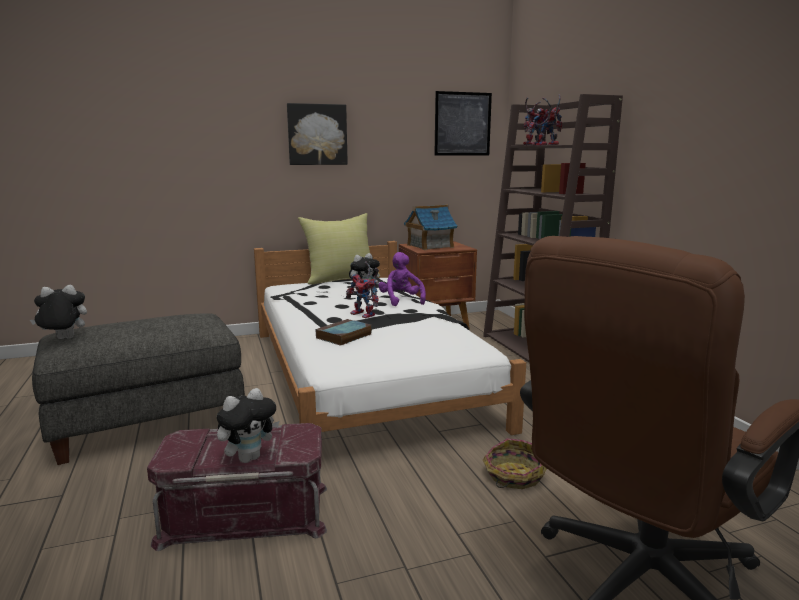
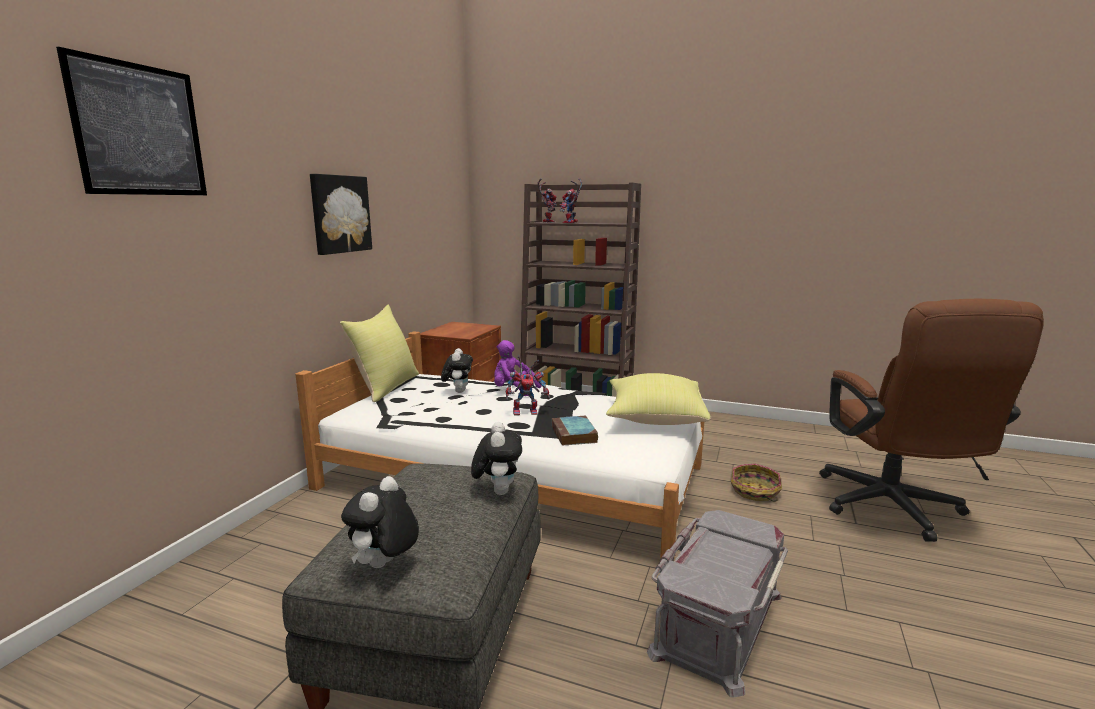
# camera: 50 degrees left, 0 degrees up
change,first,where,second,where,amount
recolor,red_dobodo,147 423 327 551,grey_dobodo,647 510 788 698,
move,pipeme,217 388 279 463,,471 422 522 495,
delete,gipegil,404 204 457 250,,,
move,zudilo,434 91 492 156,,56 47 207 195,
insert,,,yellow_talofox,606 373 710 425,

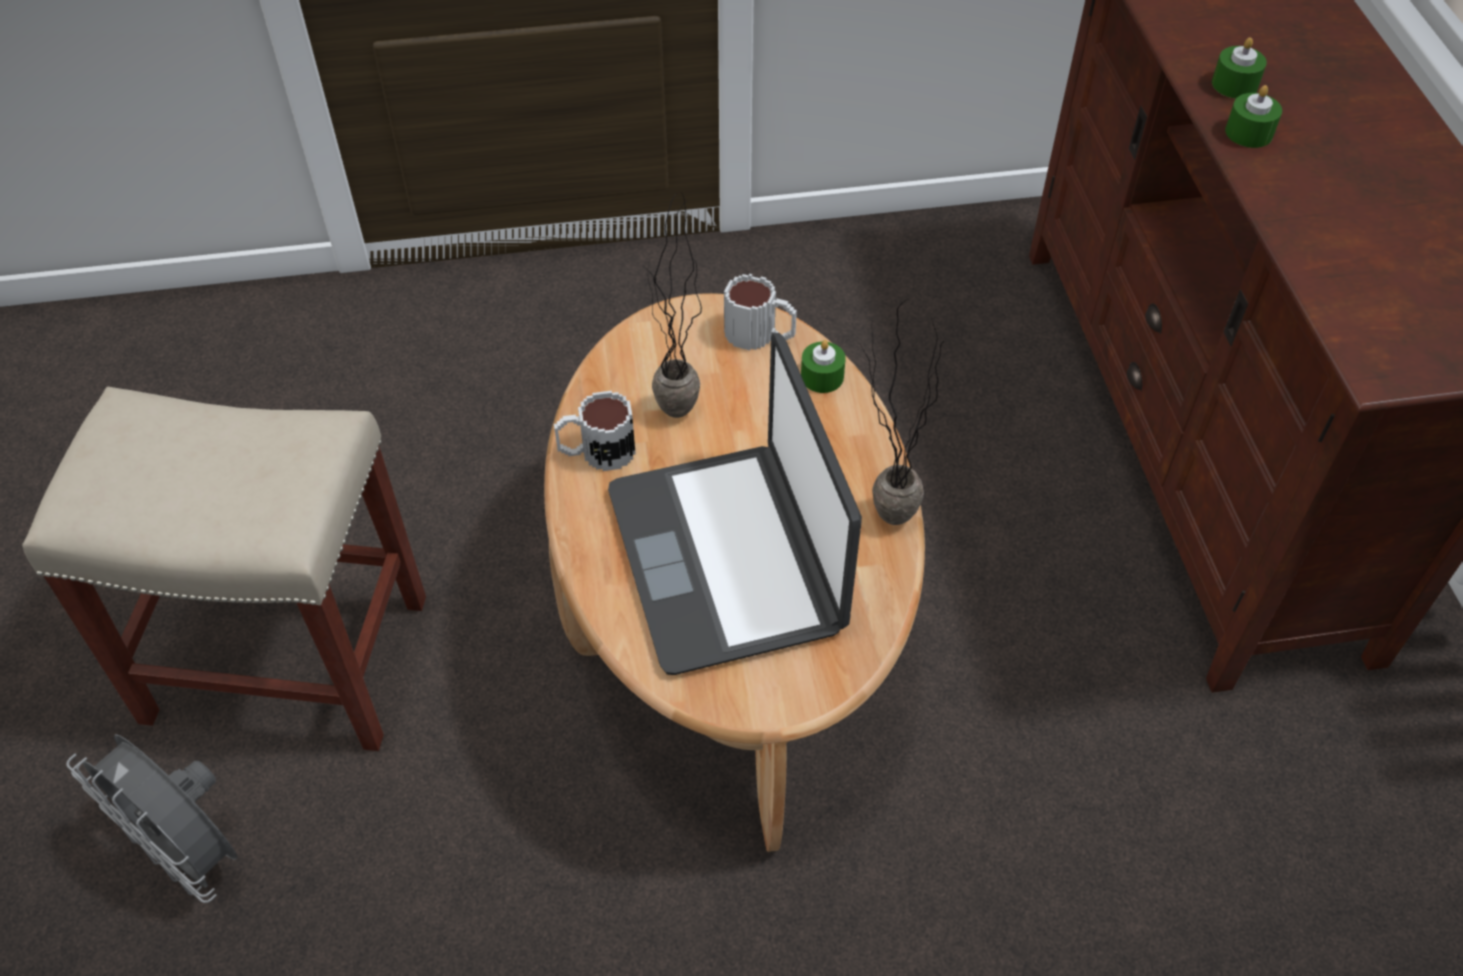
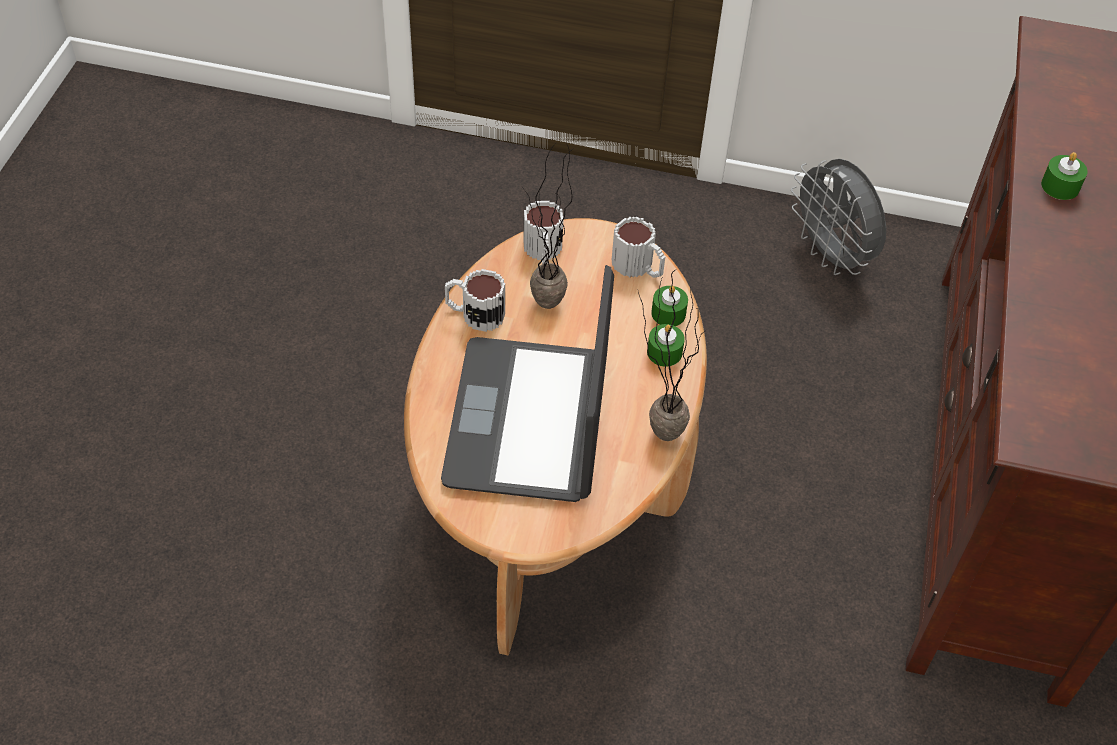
# camera: 20 degrees right, 0 degrees up
change,first,where,second,where,amount
delete,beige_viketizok,22 387 426 751,,,
move,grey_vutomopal,66 734 238 903,,791 159 886 275,
move,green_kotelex,1225 85 1282 148,,647 324 685 367,
insert,,,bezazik,523 201 563 264,

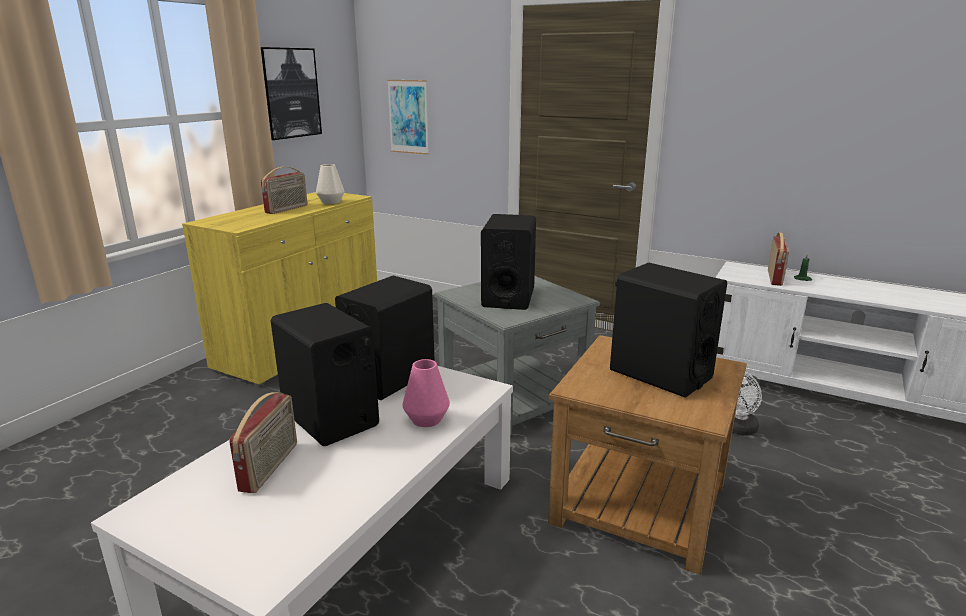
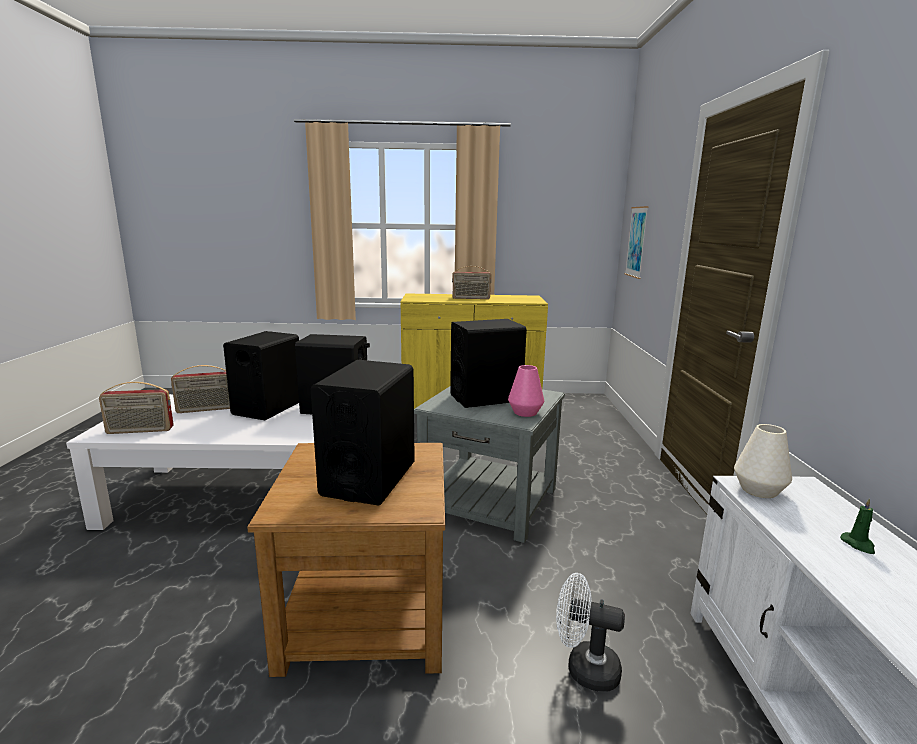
# camera: 60 degrees right, 5 degrees down
change,first,where,second,where,amount
delete,zudilo,261 47 322 140,,,
move,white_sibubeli,316 164 345 204,,734 424 792 498,
move,pink_sibubeli,403 359 450 427,,508 365 544 417,
move,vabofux,768 233 789 286,,99 382 174 434,

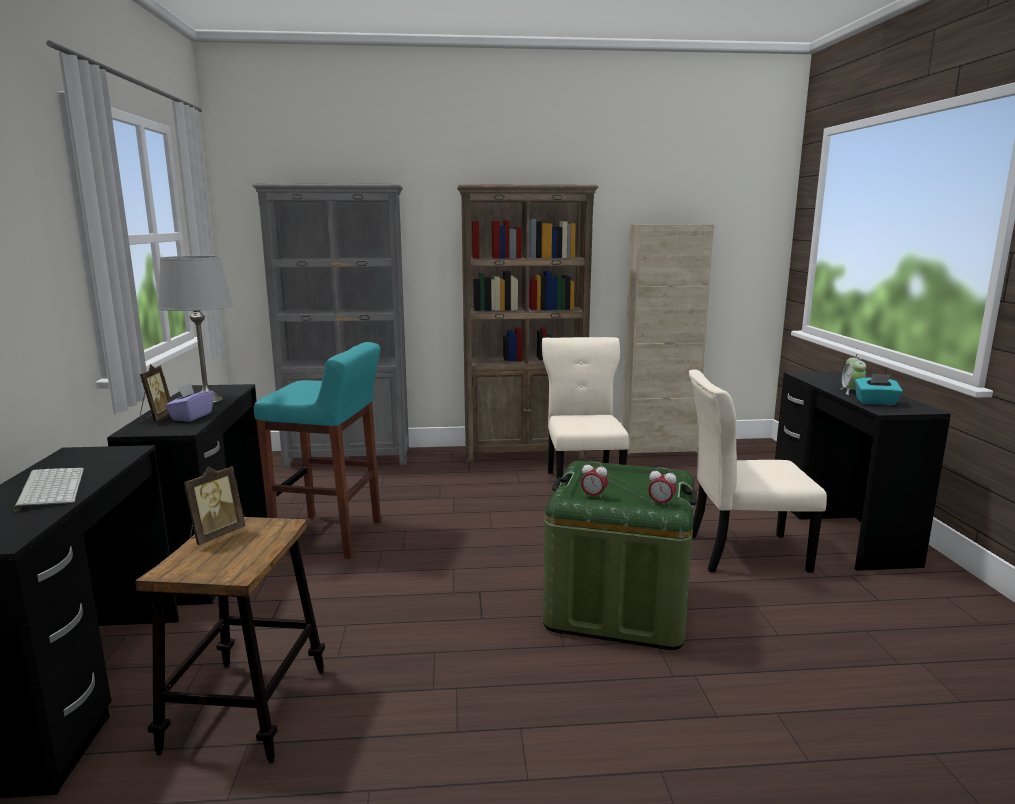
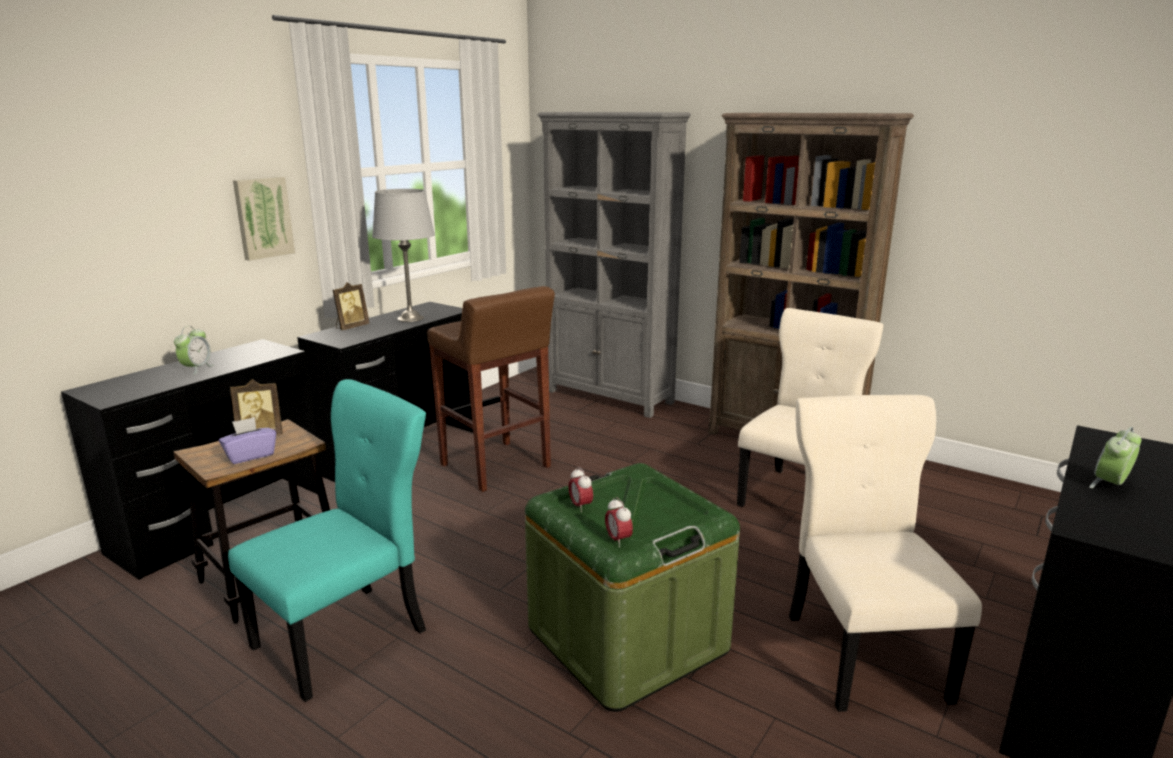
# camera: 40 degrees right, 5 degrees up
change,first,where,second,where,amount
replace,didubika,13 468 84 511,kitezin,174 326 214 375,
move,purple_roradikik,165 383 214 422,,219 417 276 464,
recolor,turquoise_viketizok,254 342 381 559,brown_viketizok,427 286 555 492,
delete,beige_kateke,621 224 714 454,,,
rotate,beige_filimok,688 369 827 573,,789 395 982 712,45 degrees clockwise
delete,turquoise_roradikik,854 373 903 405,,,
insert,,,turquoise_filimok,228 379 426 702,
insert,,,zudilo,233 177 295 261,

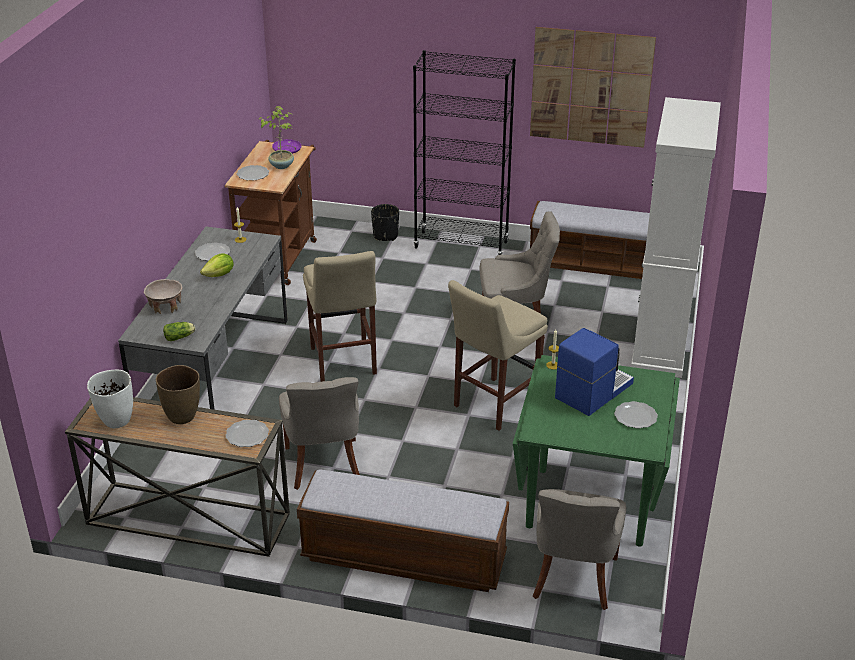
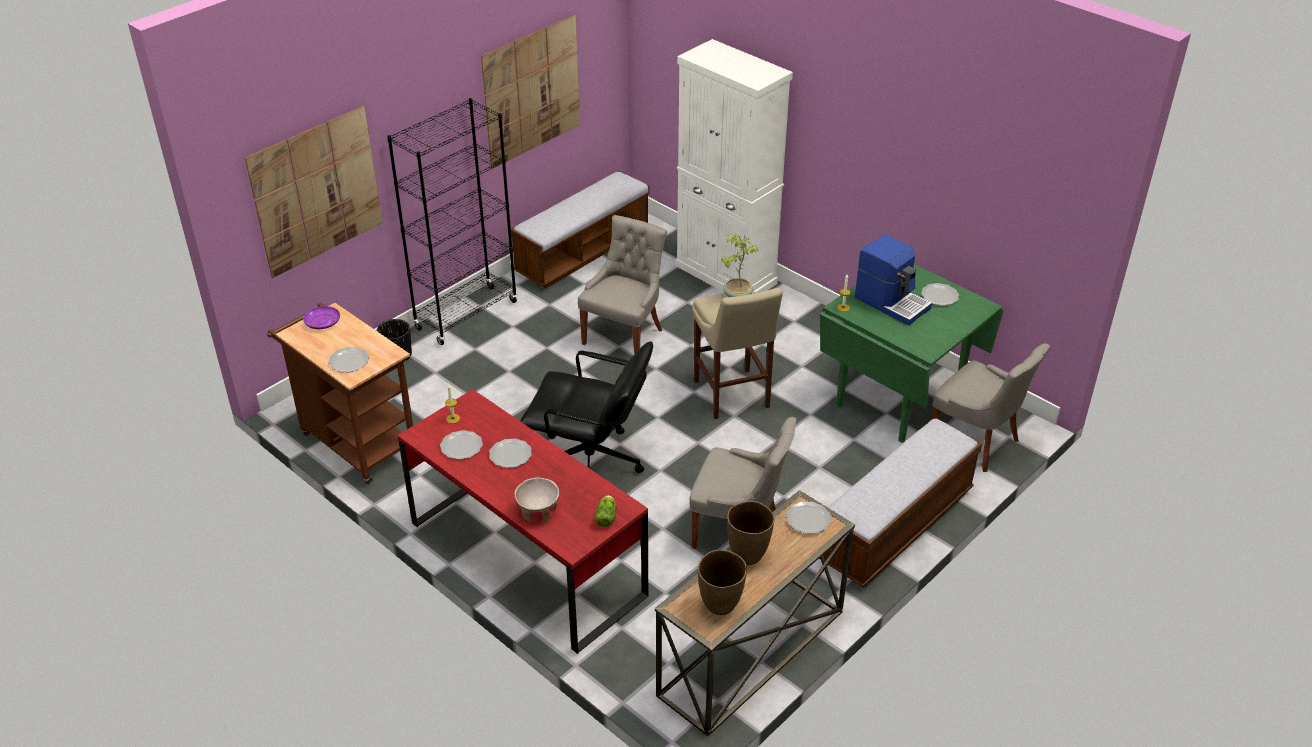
# camera: 60 degrees left, 5 degrees up
change,first,where,second,where,amount
recolor,white_sibubeli,87 370 133 428,brown_sibubeli,698 550 747 615,
recolor,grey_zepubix,118 227 288 410,red_zepubix,398 389 648 654,
replace,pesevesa,200 253 234 277,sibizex,489 438 532 468,
move,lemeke,258 106 294 169,,722 234 759 297,
replace,beige_viketizok,303 251 377 382,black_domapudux,520 341 653 473,
rotate,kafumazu,555 328 634 416,,855 234 932 326,150 degrees clockwise
insert,,,zudilo,245 106 383 278,

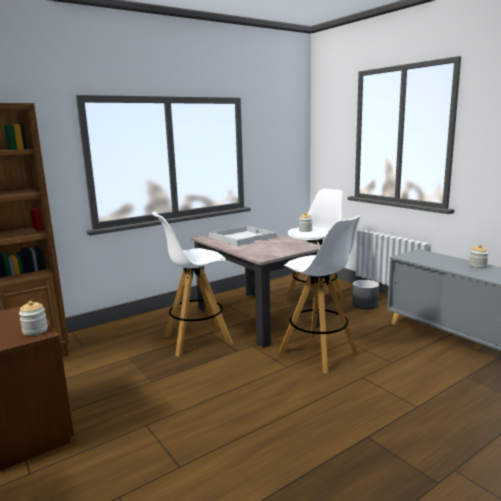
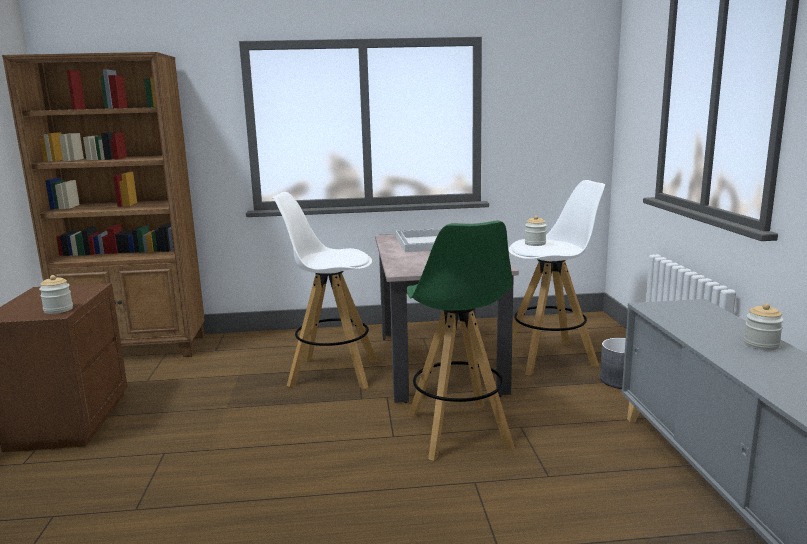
# camera: 30 degrees right, 0 degrees up
change,first,where,second,where,amount
recolor,white_viketizok,279 215 360 373,green_viketizok,407 220 514 461,

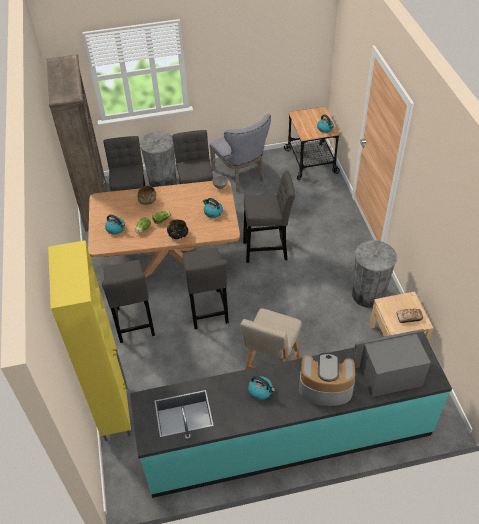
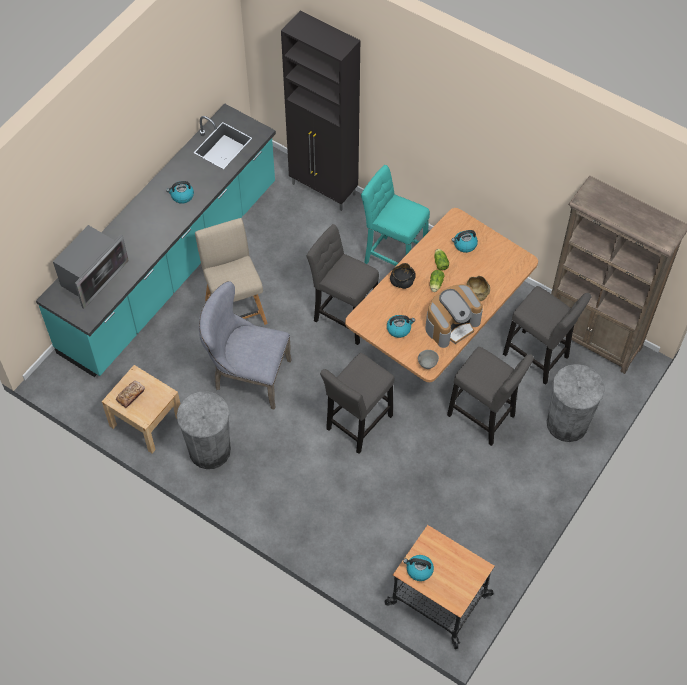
# camera: 135 degrees right, 10 degrees up
change,first,where,second,where,amount
recolor,yellow_kateke,48 240 131 441,black_kateke,281 11 360 211,
recolor,grey_viketizok,102 260 155 343,turquoise_viketizok,361 165 430 266,
move,grey_filimok,209 114 271 192,,199 281 292 410,
move,kafumazu,299 353 355 406,,425 284 483 348,

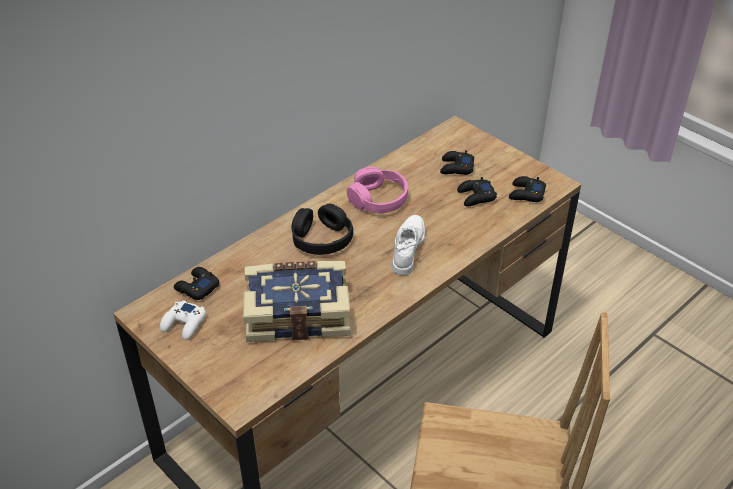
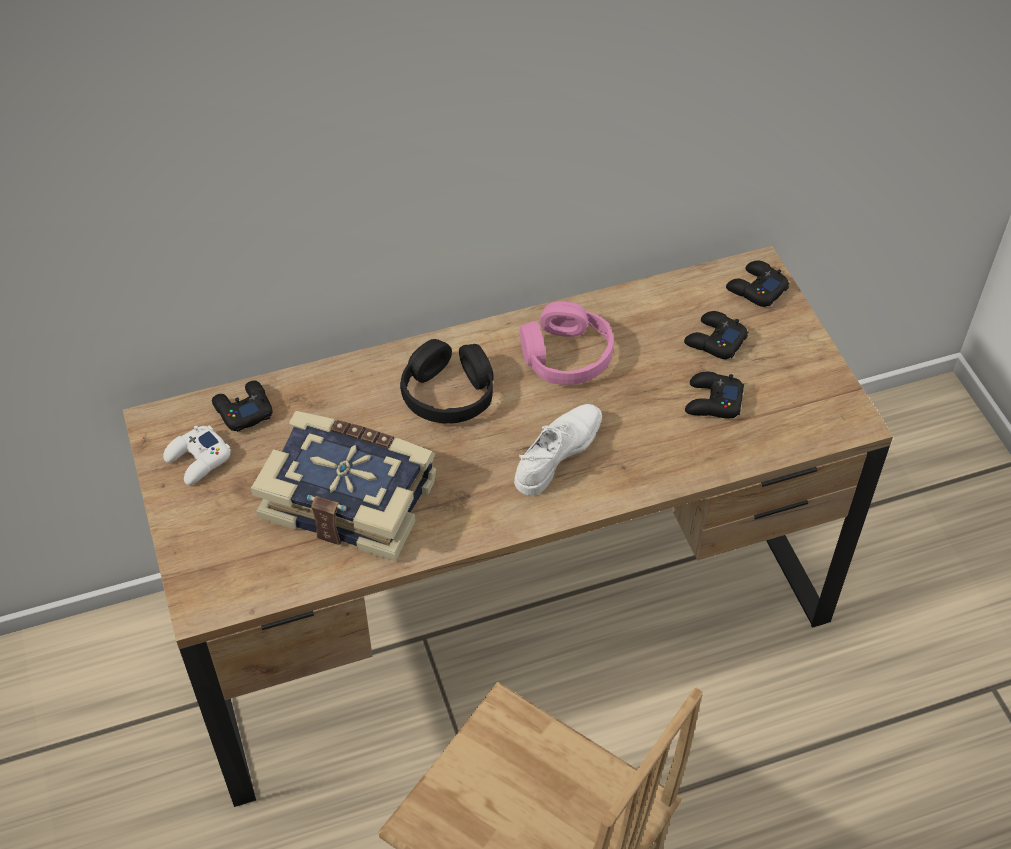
# camera: 25 degrees right, 10 degrees up
change,first,where,second,where,amount
move,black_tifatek,509 176 546 202,,726 260 789 307,

